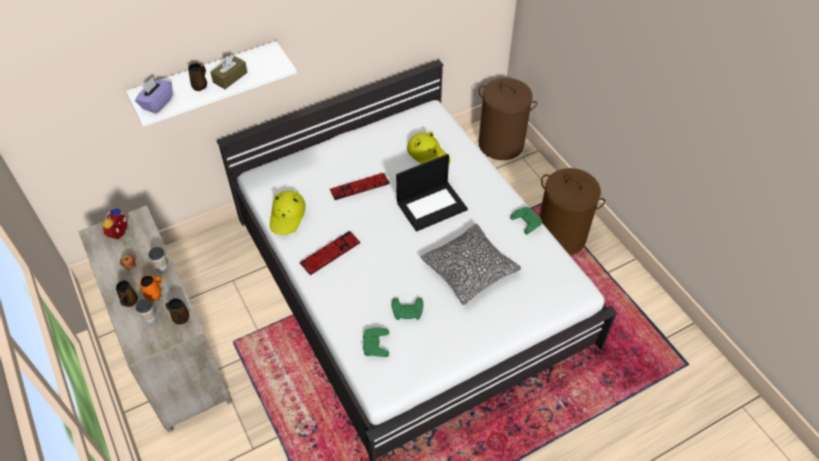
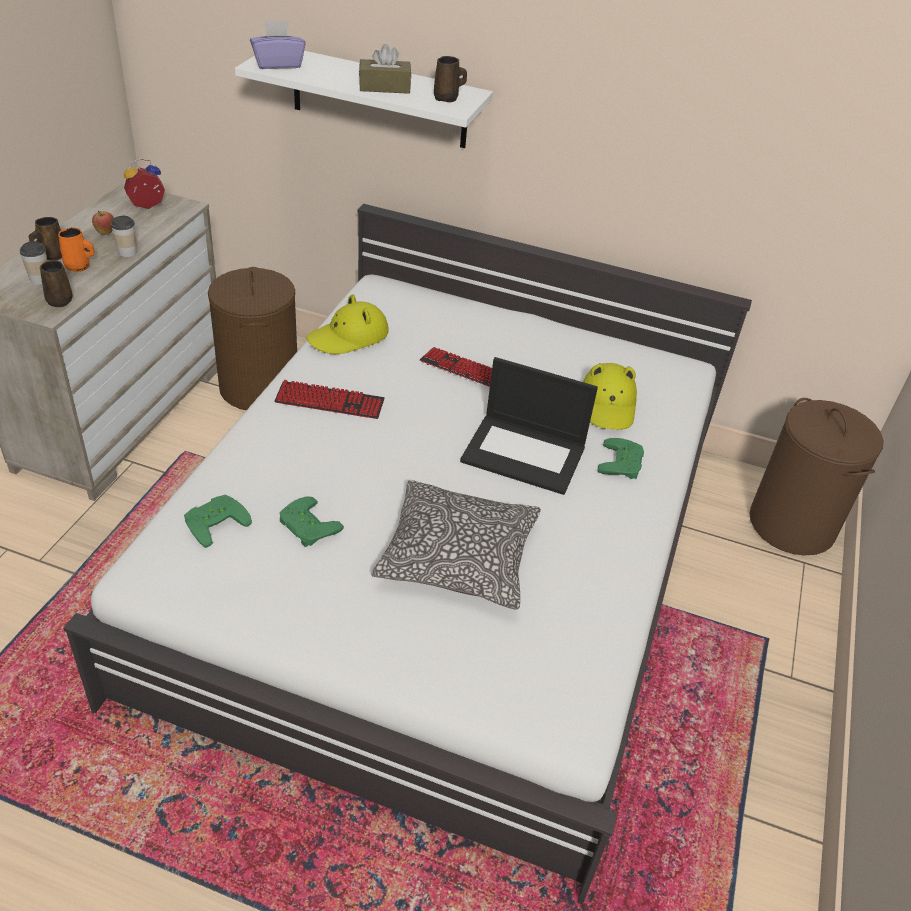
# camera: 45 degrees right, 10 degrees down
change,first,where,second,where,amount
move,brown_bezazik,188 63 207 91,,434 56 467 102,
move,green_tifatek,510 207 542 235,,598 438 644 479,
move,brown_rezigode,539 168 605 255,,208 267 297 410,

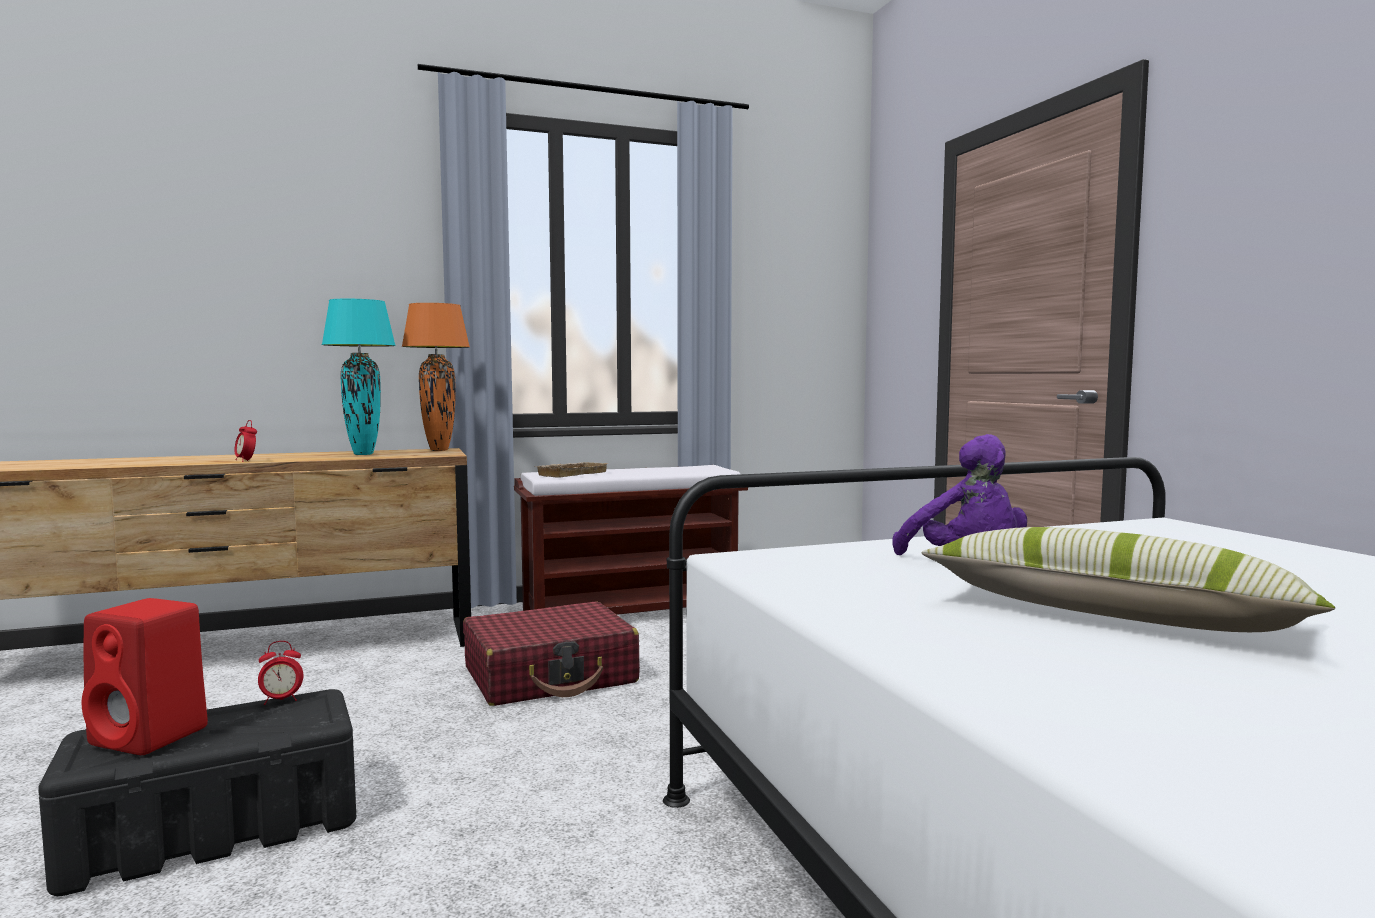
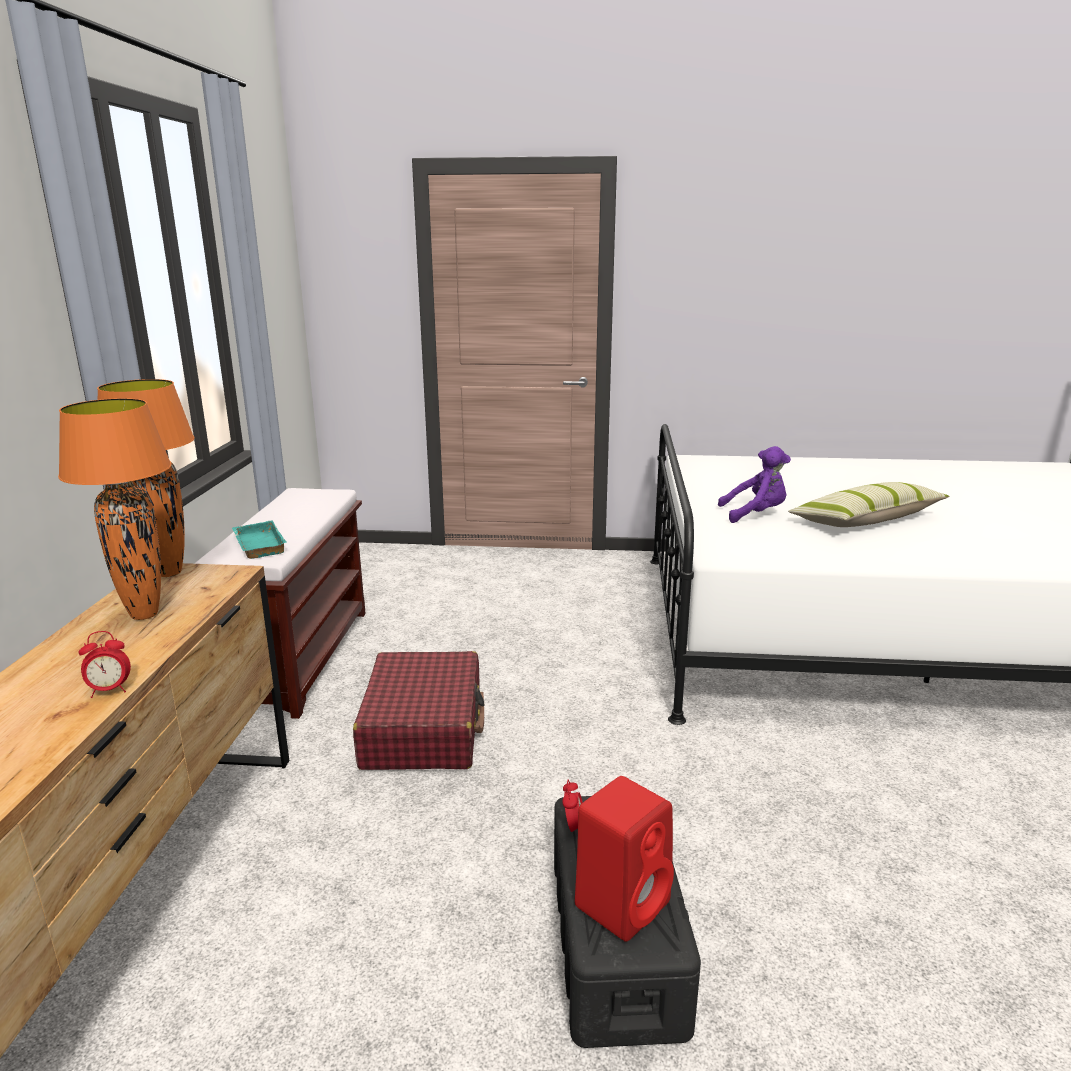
# camera: 65 degrees left, 15 degrees up
change,first,where,second,where,amount
recolor,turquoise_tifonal,321 299 396 455,orange_tifonal,58 398 171 620,
recolor,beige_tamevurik,536 462 609 478,turquoise_tamevurik,232 520 287 559,

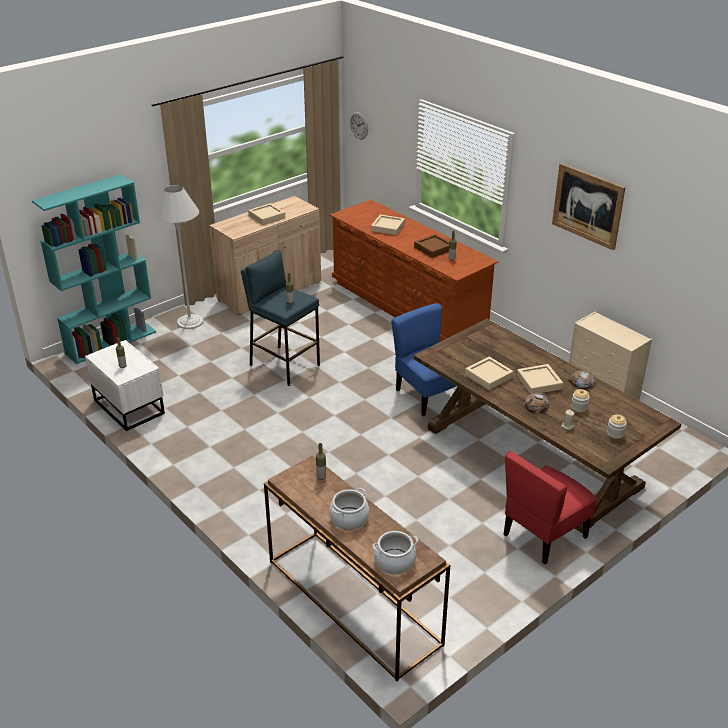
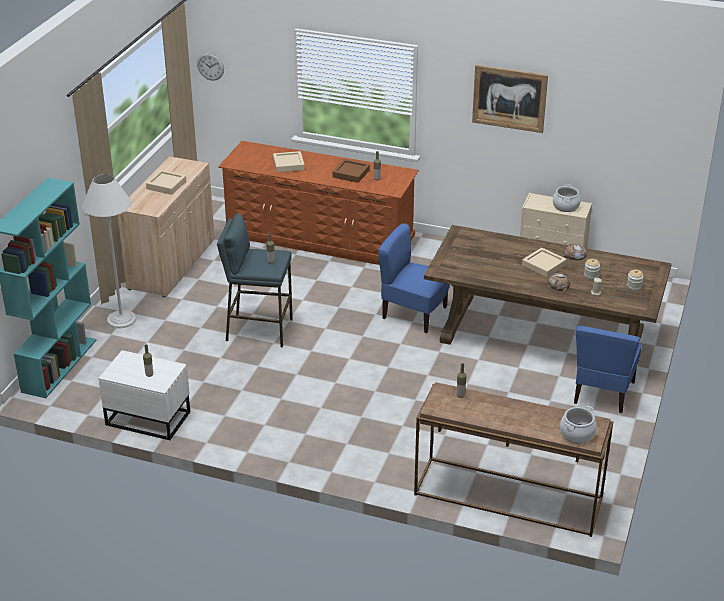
# camera: 30 degrees left, 0 degrees up
change,first,where,second,where,amount
move,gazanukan,329 488 369 530,,553 184 581 212,
delete,beige_tamevurik,465 357 514 390,,,
recolor,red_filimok,504 451 597 564,blue_filimok,574 325 642 413,

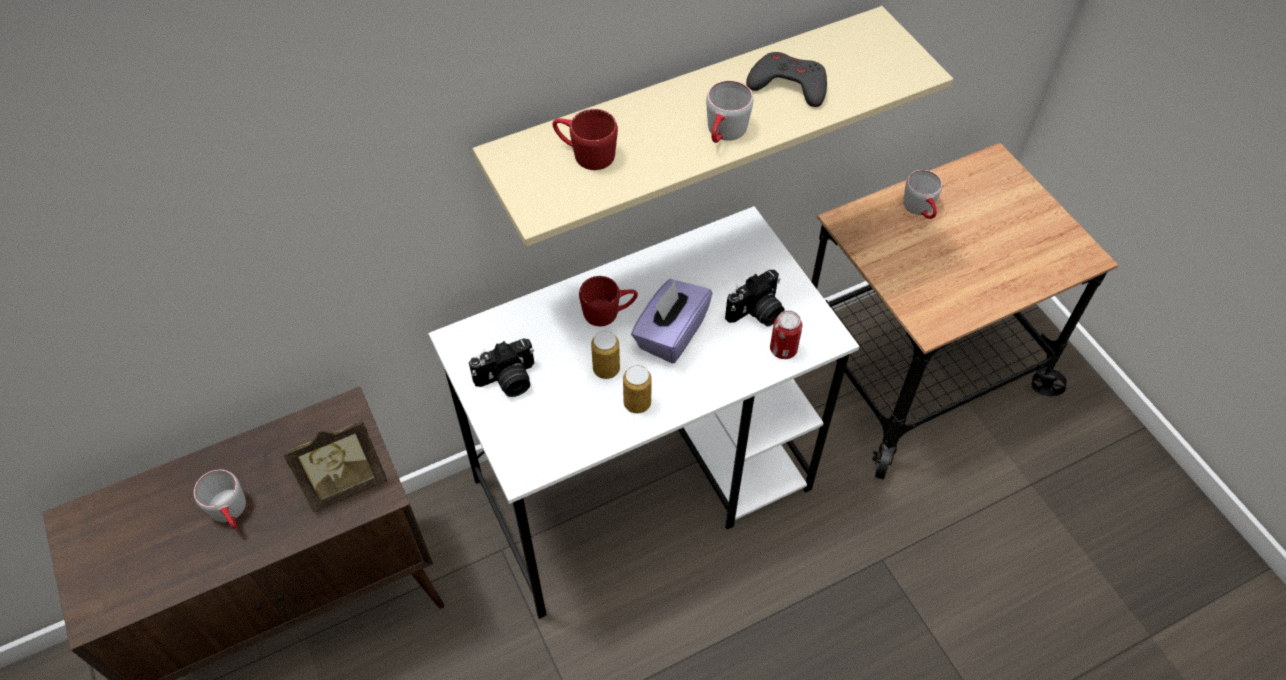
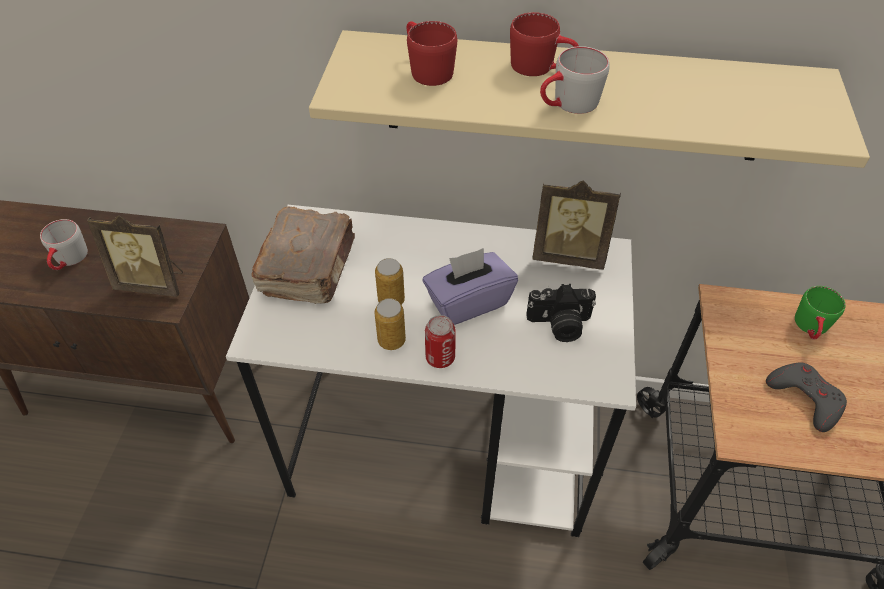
# camera: 35 degrees right, 5 degrees down
change,first,where,second,where,amount
replace,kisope,469 338 534 397,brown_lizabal,251 206 355 304,
move,red_bezazik,579 276 638 326,,510 12 579 76,
move,grey_tifatek,746 52 827 107,,766 362 847 432,
move,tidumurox,770 310 802 359,,425 315 456 368,
recolor,grey_bezazik,903 170 942 219,green_bezazik,795 286 845 340,
insert,,,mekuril,532 181 621 270,

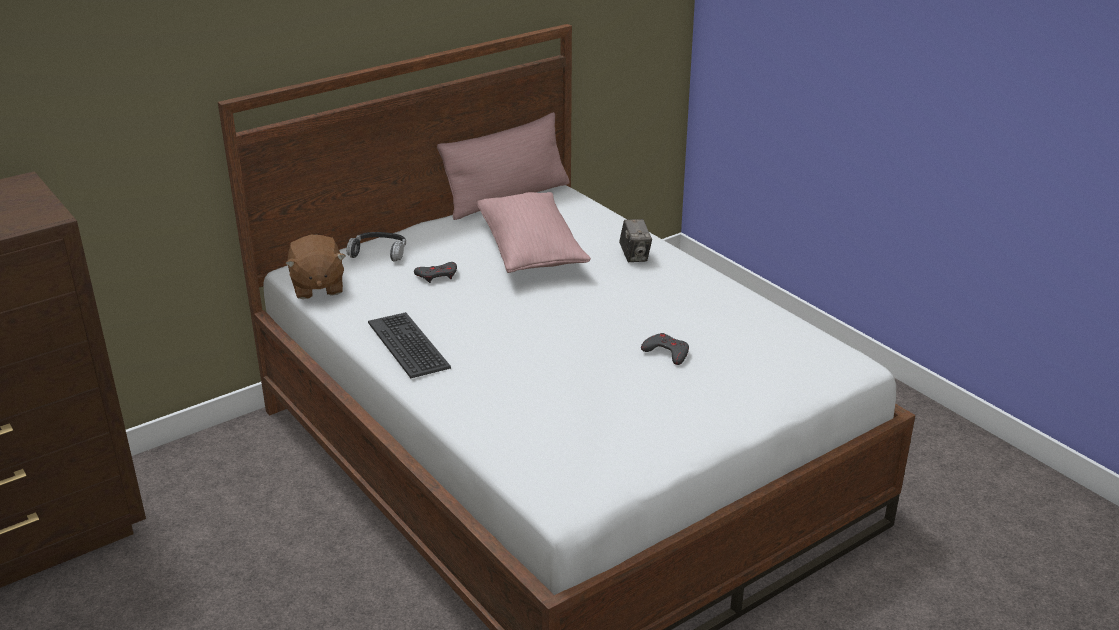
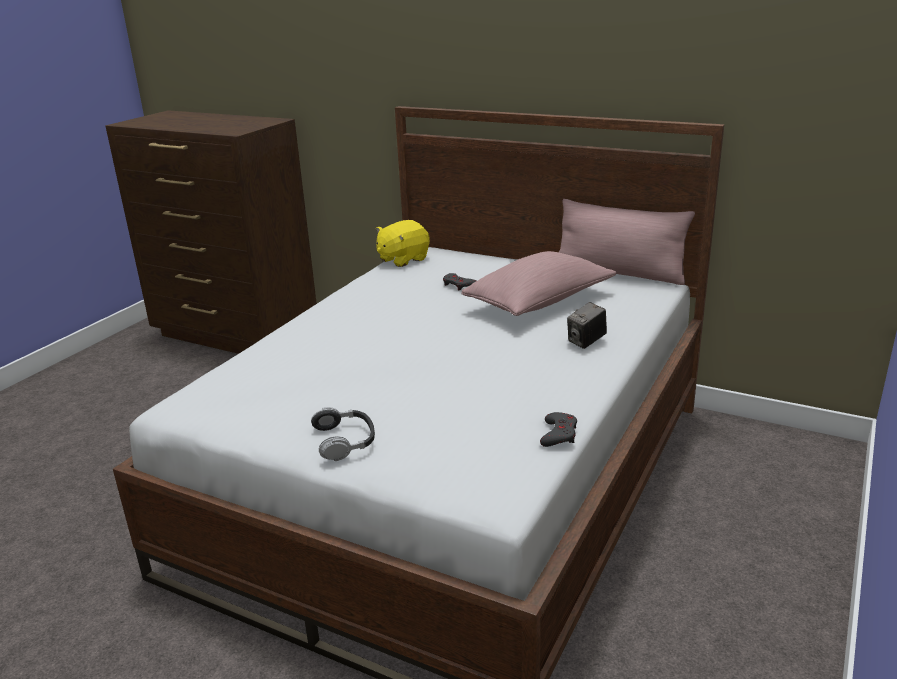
# camera: 65 degrees right, 5 degrees down
change,first,where,second,where,amount
recolor,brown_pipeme,285 235 346 299,yellow_pipeme,376 220 430 267,
move,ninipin,346 232 406 262,,311 407 375 461,
delete,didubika,368 312 451 378,,,
move,grey_tifatek,641 333 689 365,,540 412 577 447,

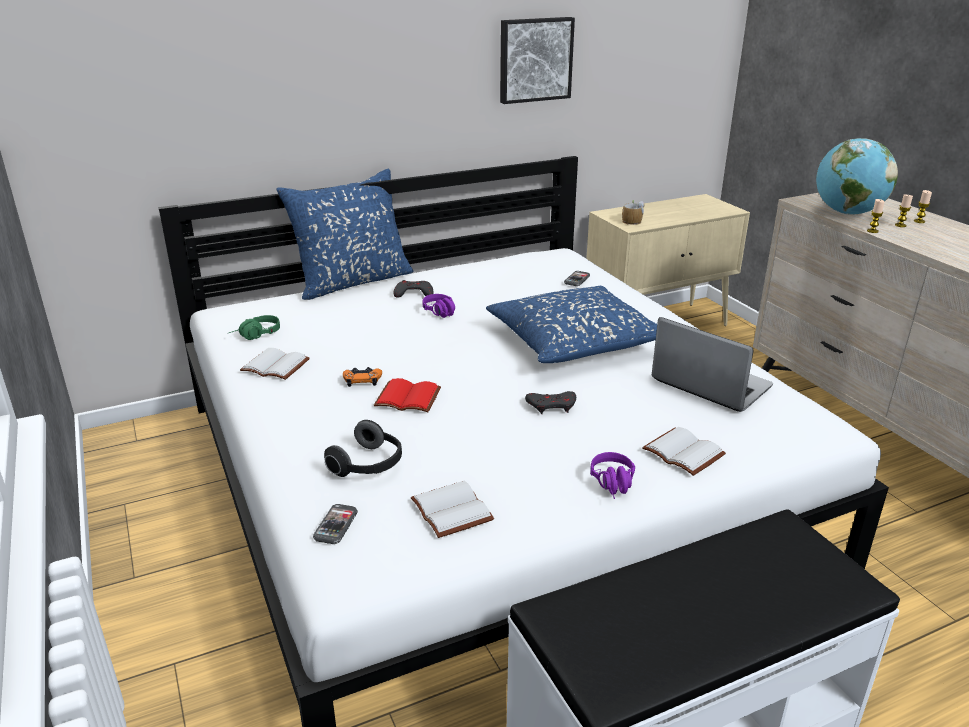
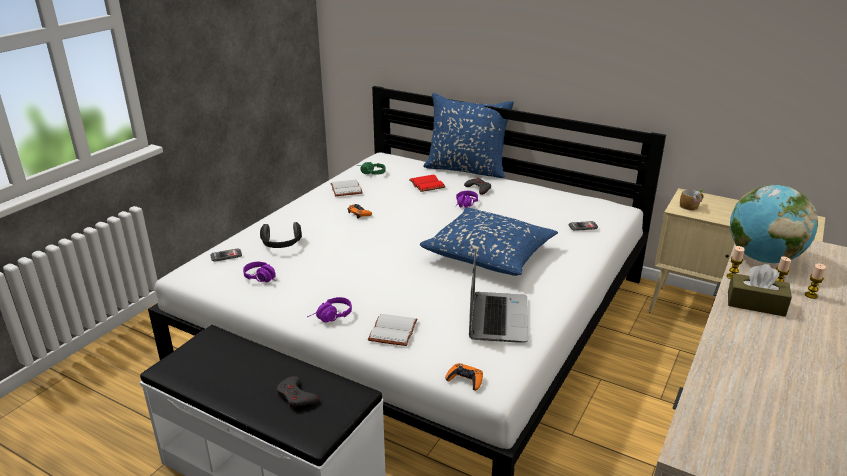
# camera: 55 degrees right, 0 degrees up
change,first,where,second,where,amount
move,red_lizabal,374 378 441 412,,409 175 446 192,
replace,white_lizabal,410 481 494 538,purple_ninipin,243 262 276 282,
delete,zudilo,500 17 575 104,,,
move,grey_tifatek,525 391 576 414,,277 376 319 409,
insert,,,orange_tifatek,445 363 483 391,
insert,,,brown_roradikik,728 264 792 317,

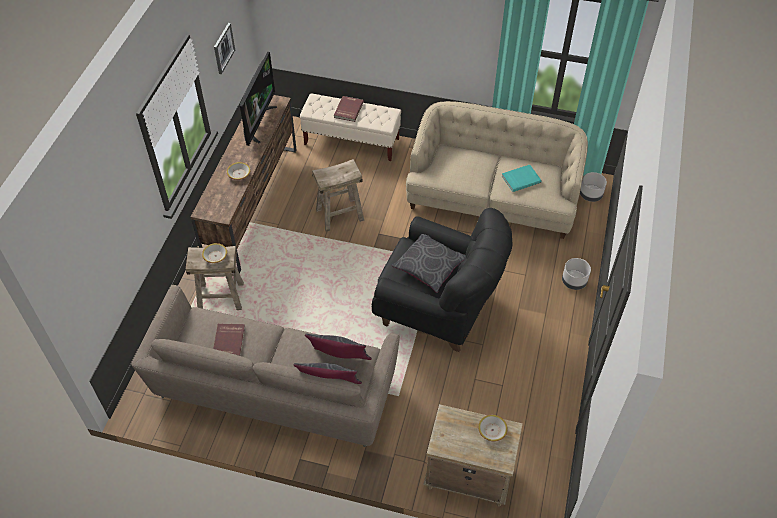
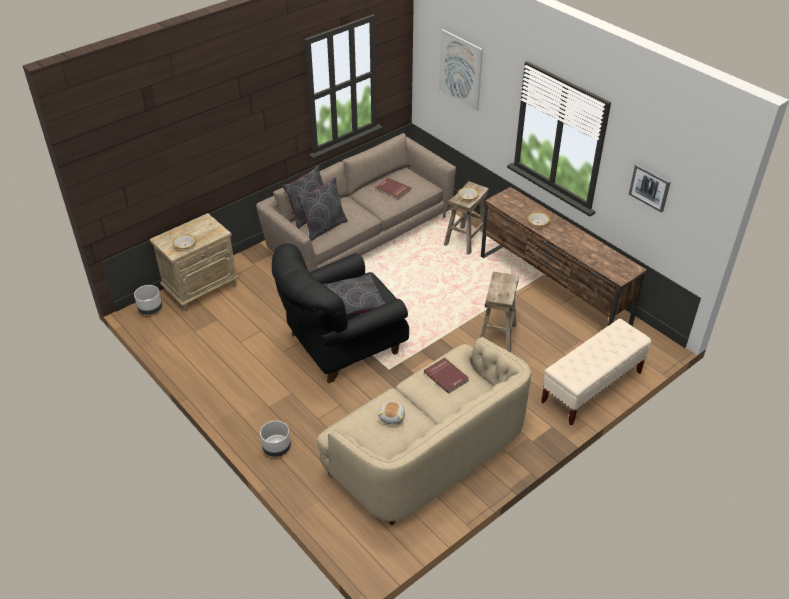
# camera: 125 degrees right, 10 degrees down
change,first,where,second,where,amount
delete,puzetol,240 52 277 146,,,
move,red_lizabal,334 96 364 122,,424 357 469 394,
replace,turquoise_lizabal,502 165 542 192,pipeme,378 401 405 425,
move,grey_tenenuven,580 172 607 202,,134 285 162 315,
insert,,,zudilo,439 29 483 111,

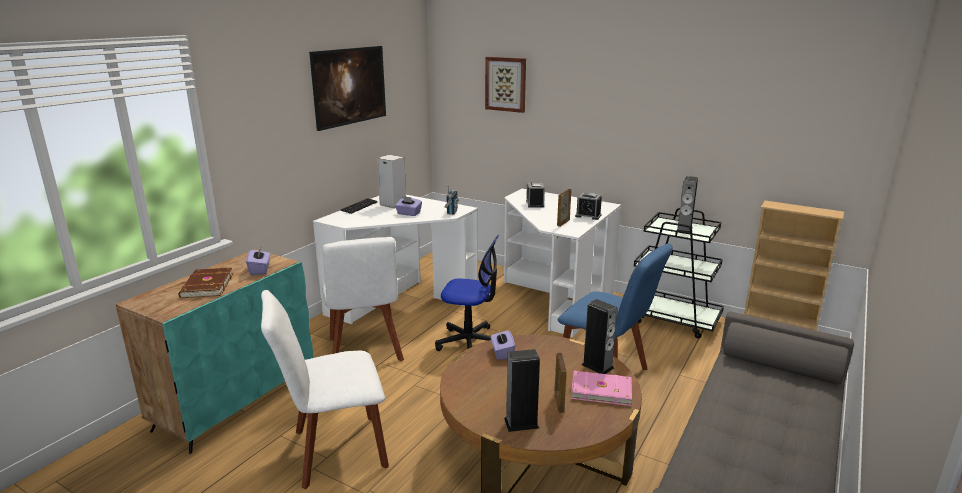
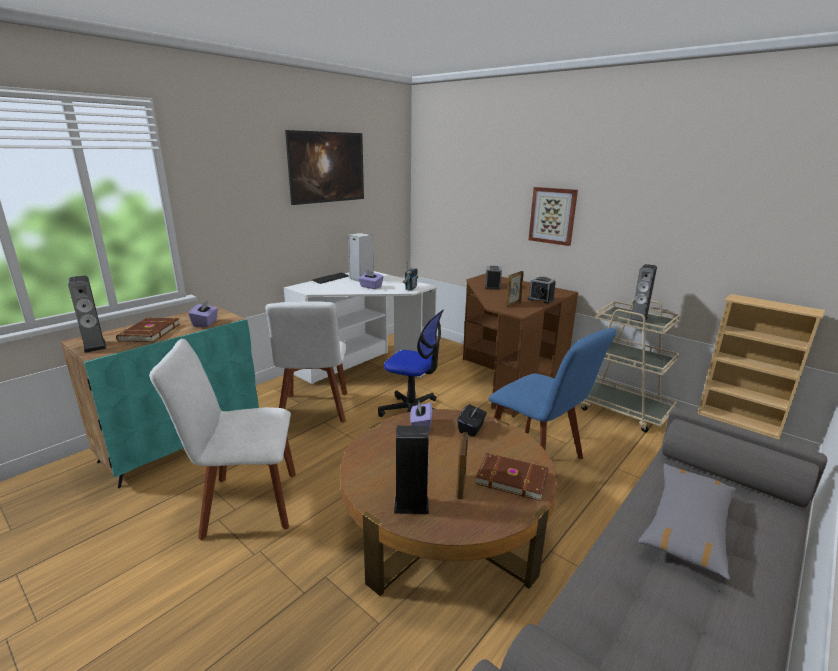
# camera: 10 degrees right, 0 degrees up
change,first,where,second,where,amount
move,zudilo,485 57 526 113,,529 187 578 246,
recolor,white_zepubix,504 189 621 338,brown_zepubix,463 274 578 417,
recolor,pink_lizabal,571 371 632 406,brown_lizabal,475 453 548 501,
move,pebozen,582 299 618 374,,68 276 106 353,
recolor,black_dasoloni,634 208 724 339,beige_dasoloni,580 299 680 432,
insert,,,black_roradikik,457 404 487 436,
insert,,,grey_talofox,638 463 736 580,

